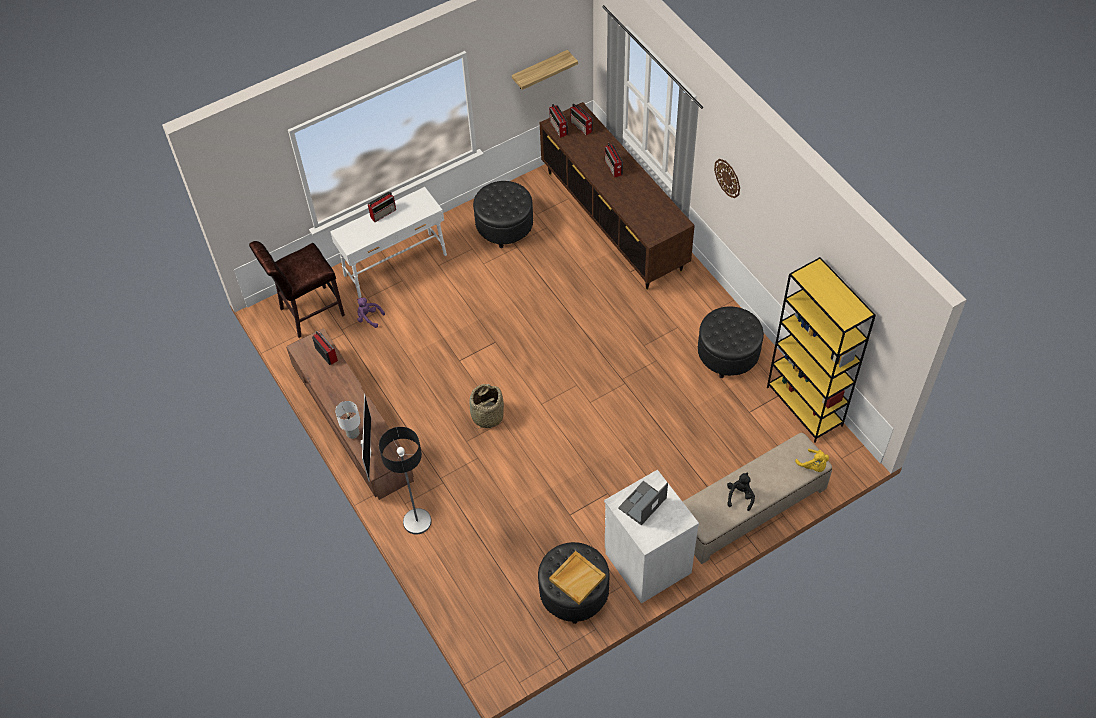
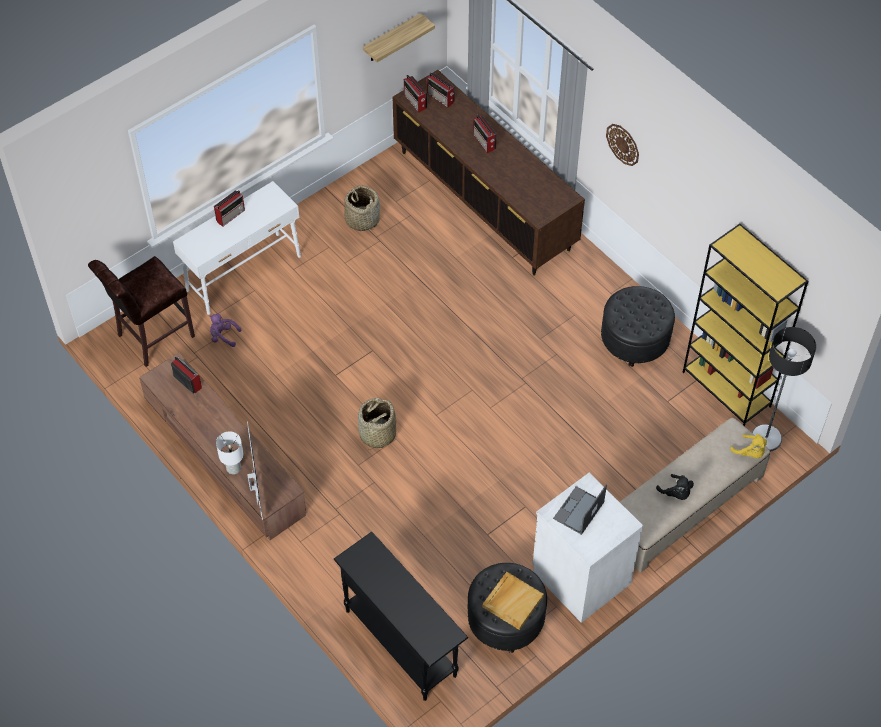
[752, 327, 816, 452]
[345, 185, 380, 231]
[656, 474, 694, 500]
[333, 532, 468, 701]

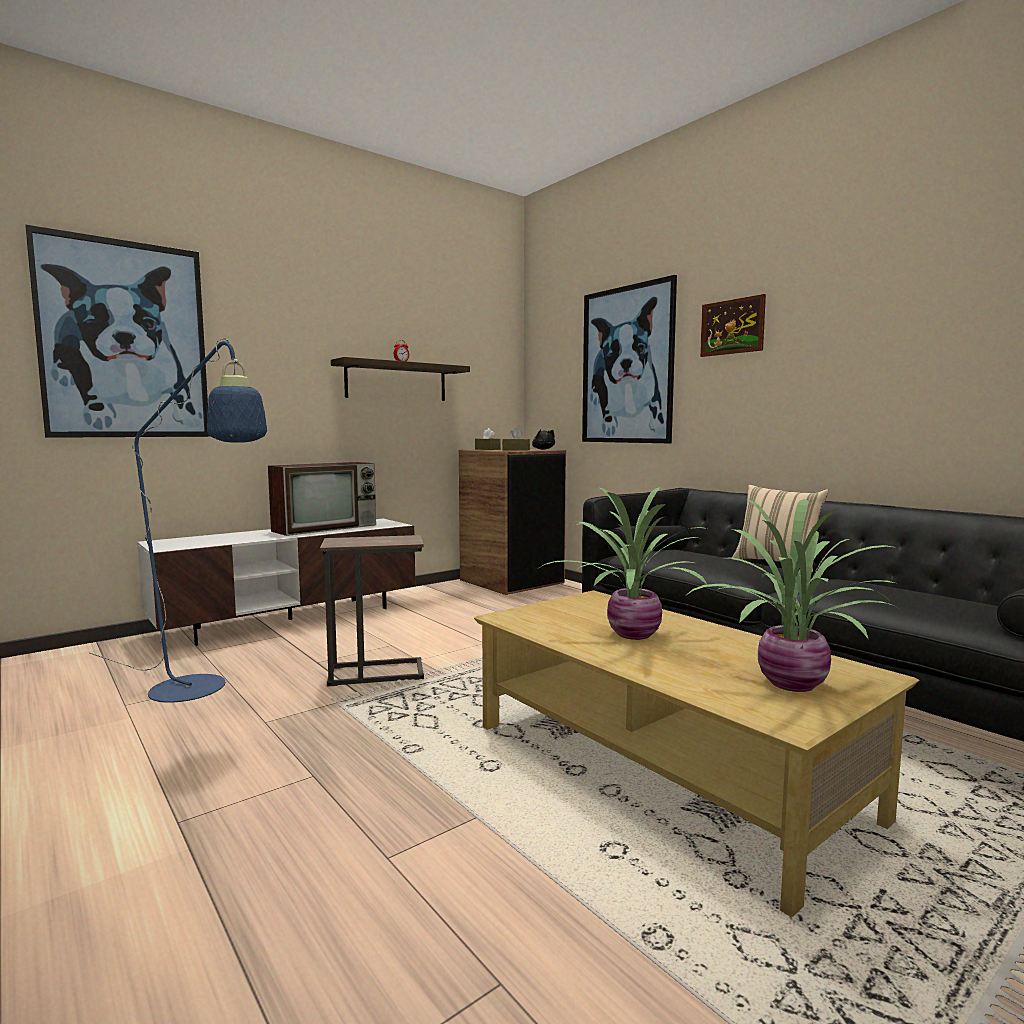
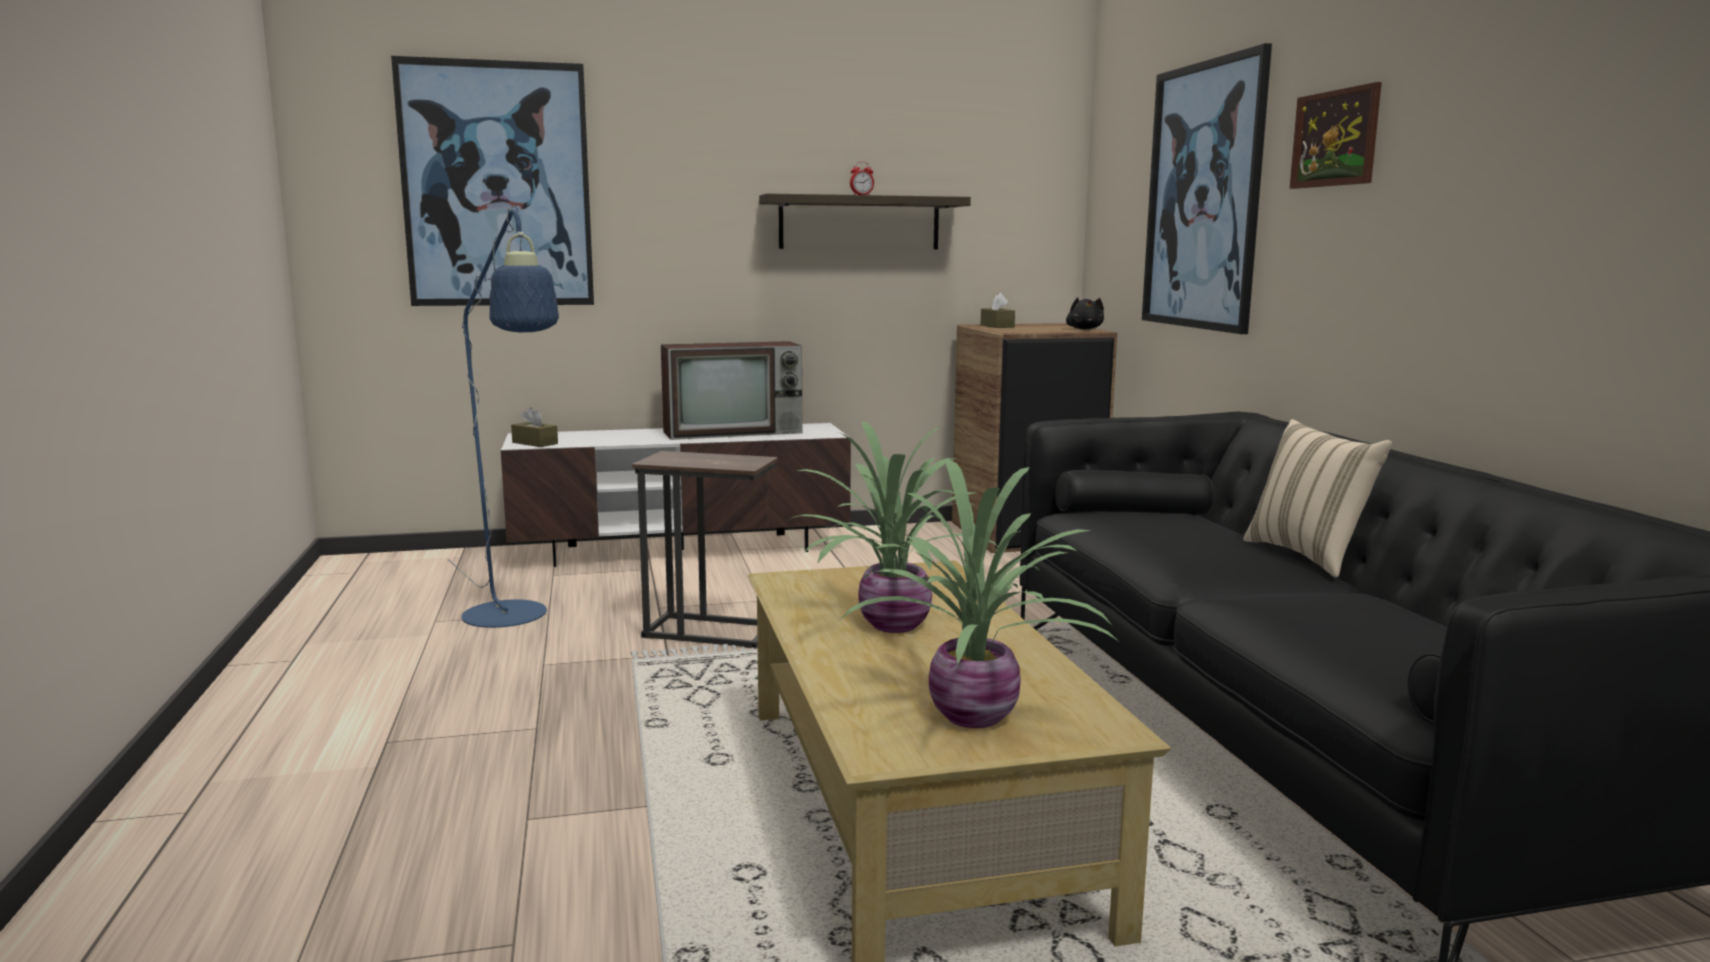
[511, 407, 558, 447]

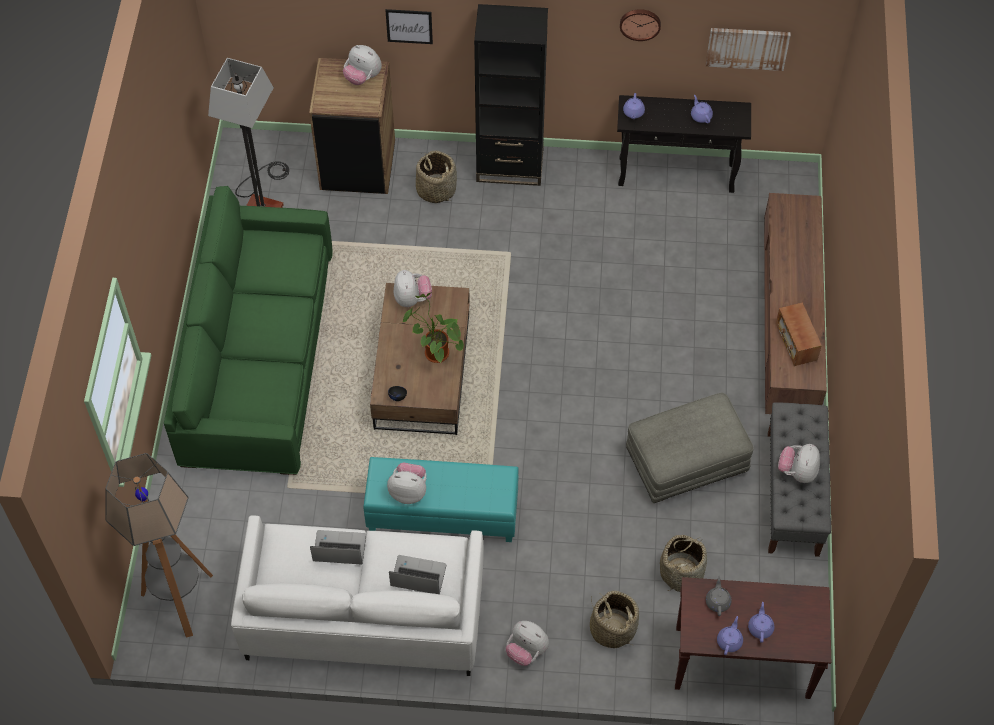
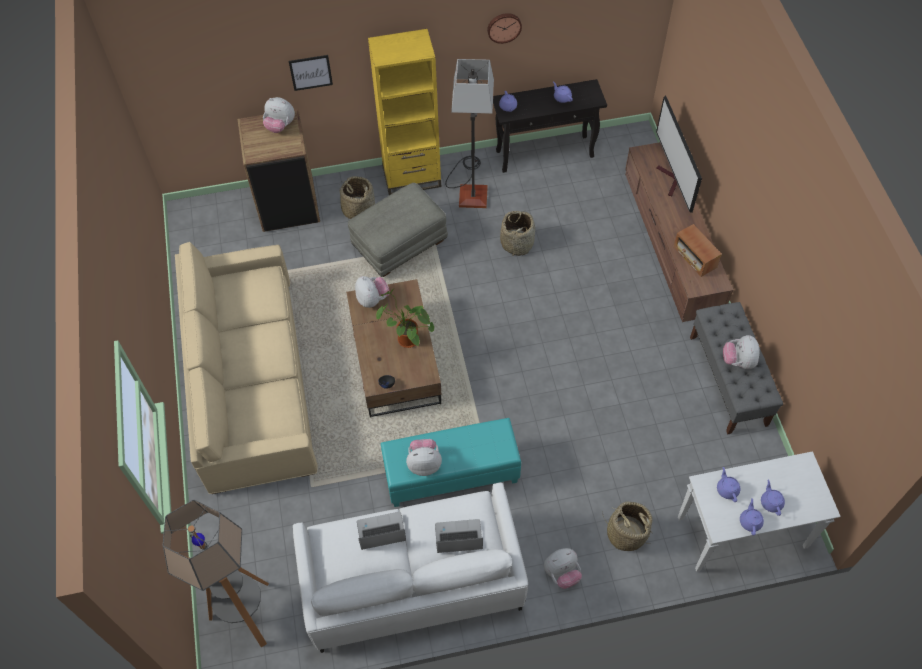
[175, 242, 318, 494]
[445, 59, 494, 208]
[368, 29, 441, 195]
[544, 548, 582, 589]
[348, 183, 448, 277]
[500, 211, 535, 256]
[678, 451, 841, 572]
[706, 28, 791, 71] (first image)
[717, 467, 740, 502]
[656, 96, 702, 213]

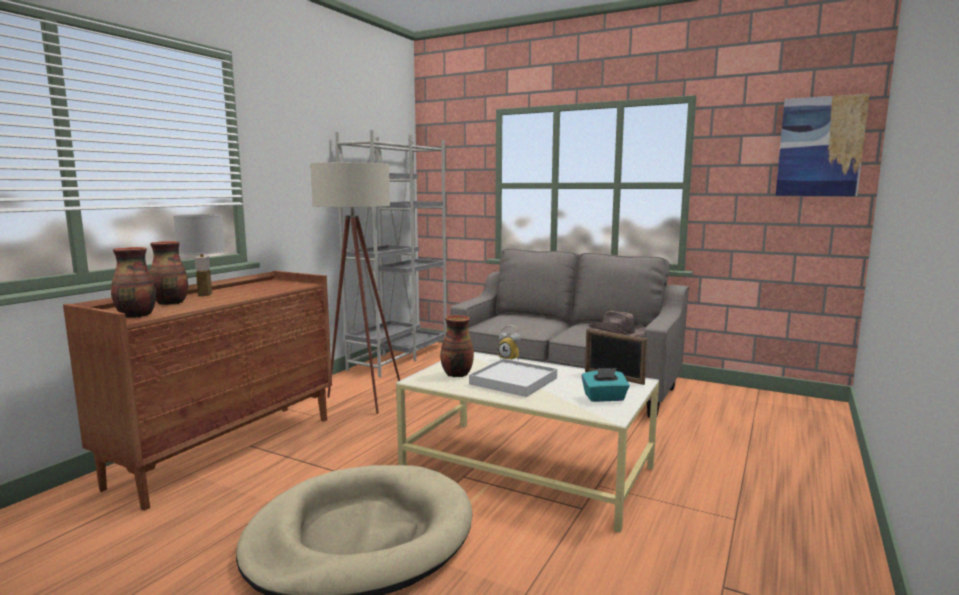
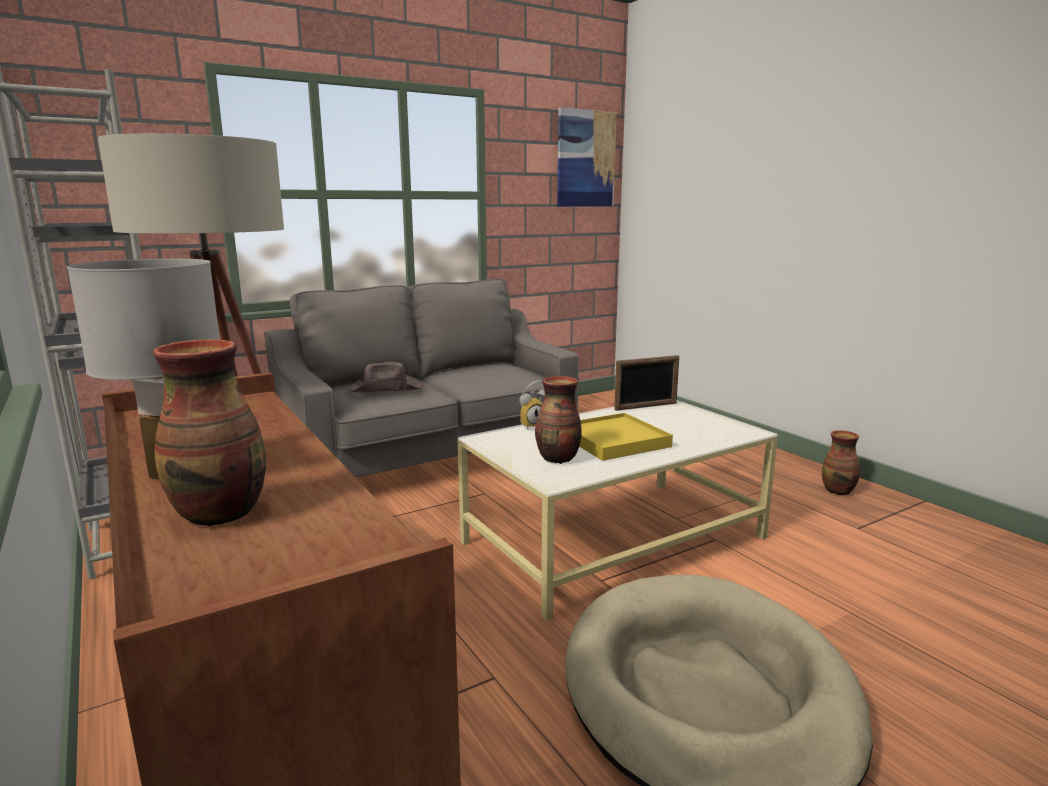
[822, 430, 860, 495]
[579, 413, 673, 461]
[581, 368, 630, 402] (first image)
[347, 362, 423, 393]

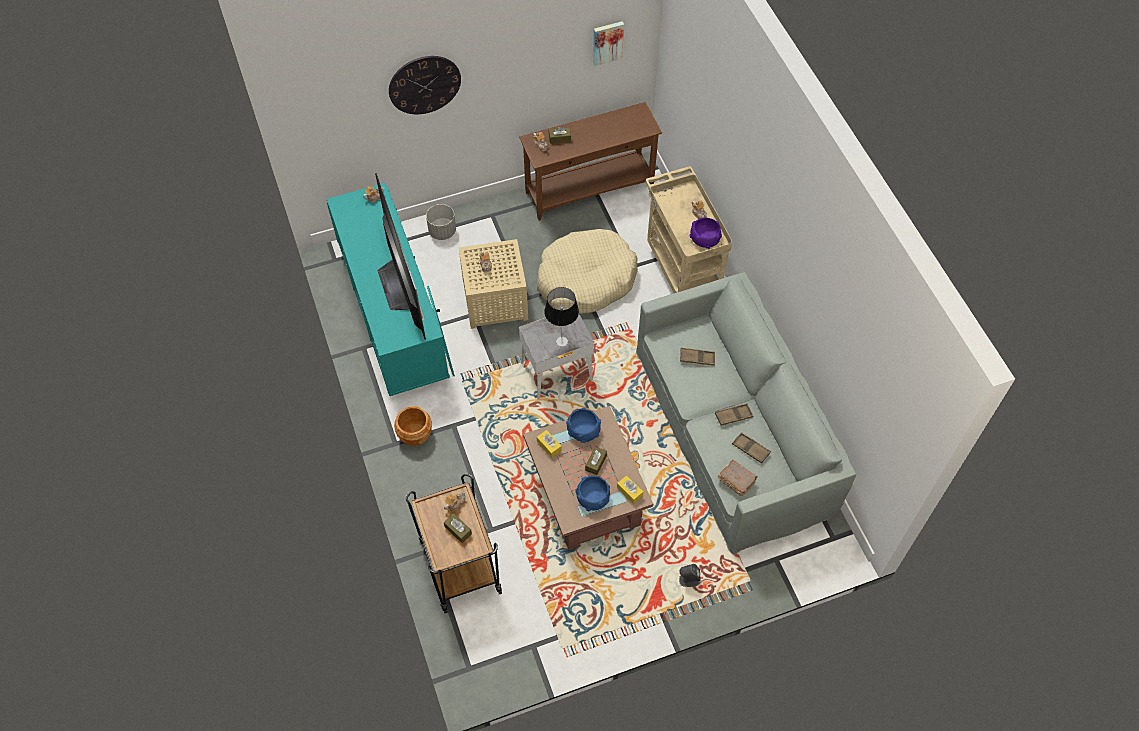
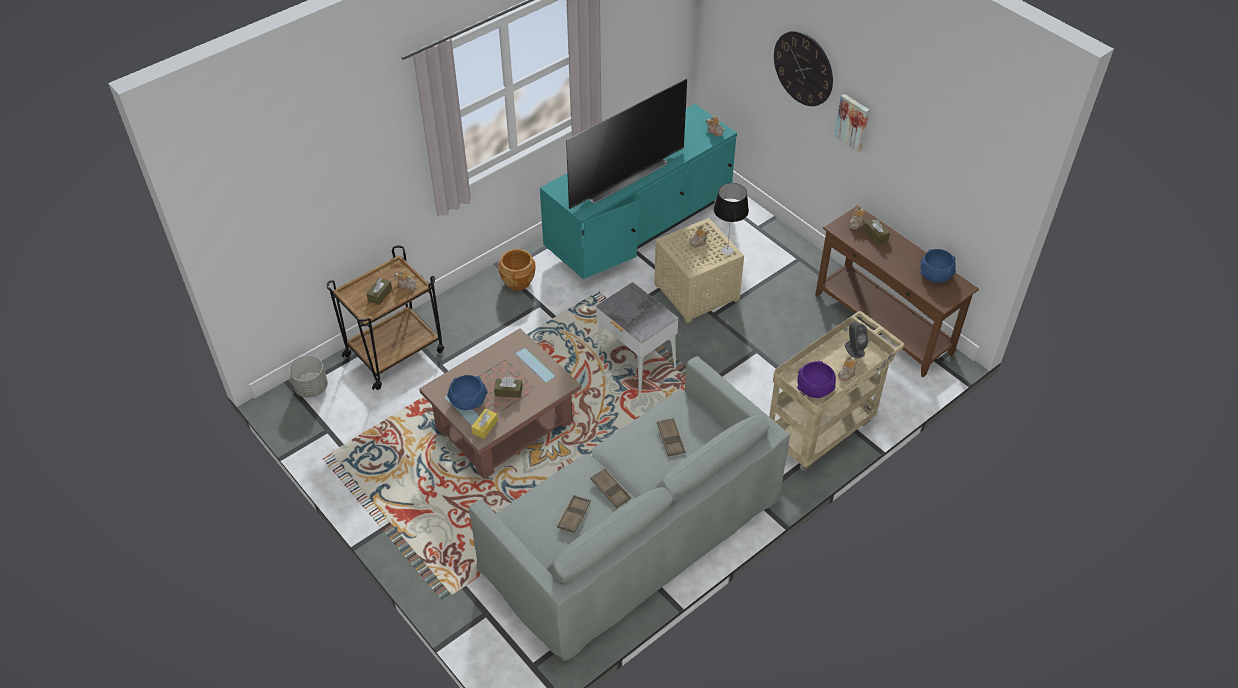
[289, 355, 328, 398]
[537, 229, 638, 314] (first image)
[537, 430, 561, 458] (first image)
[714, 183, 749, 255]
[920, 249, 956, 283]
[834, 94, 870, 152]
[845, 322, 868, 358]
[718, 460, 758, 496] (first image)

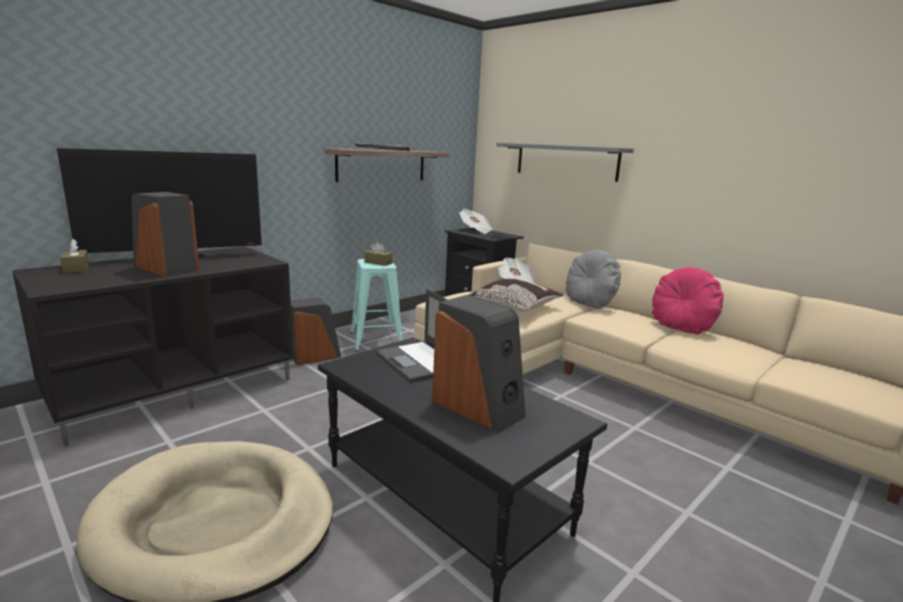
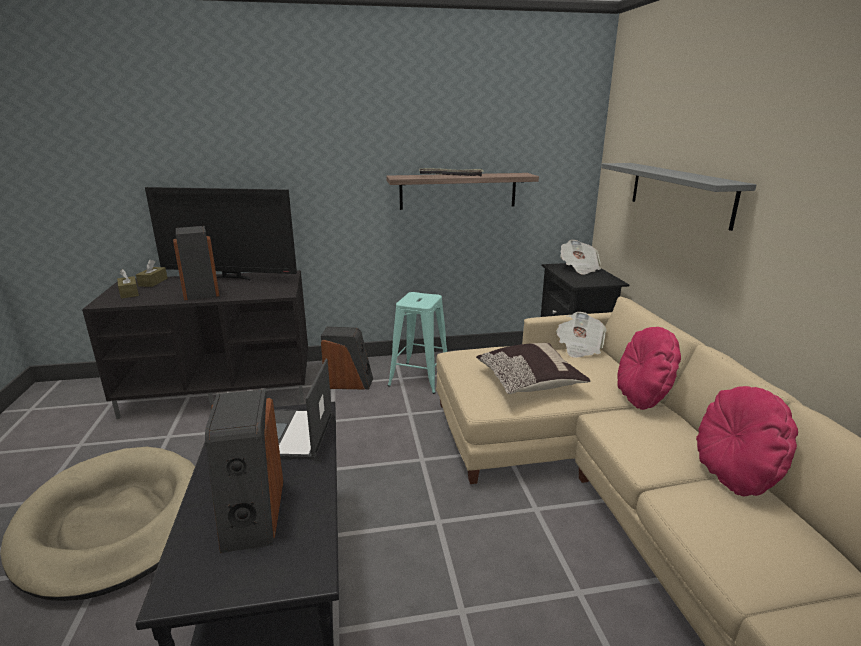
[117, 269, 139, 299]
[617, 327, 681, 410]

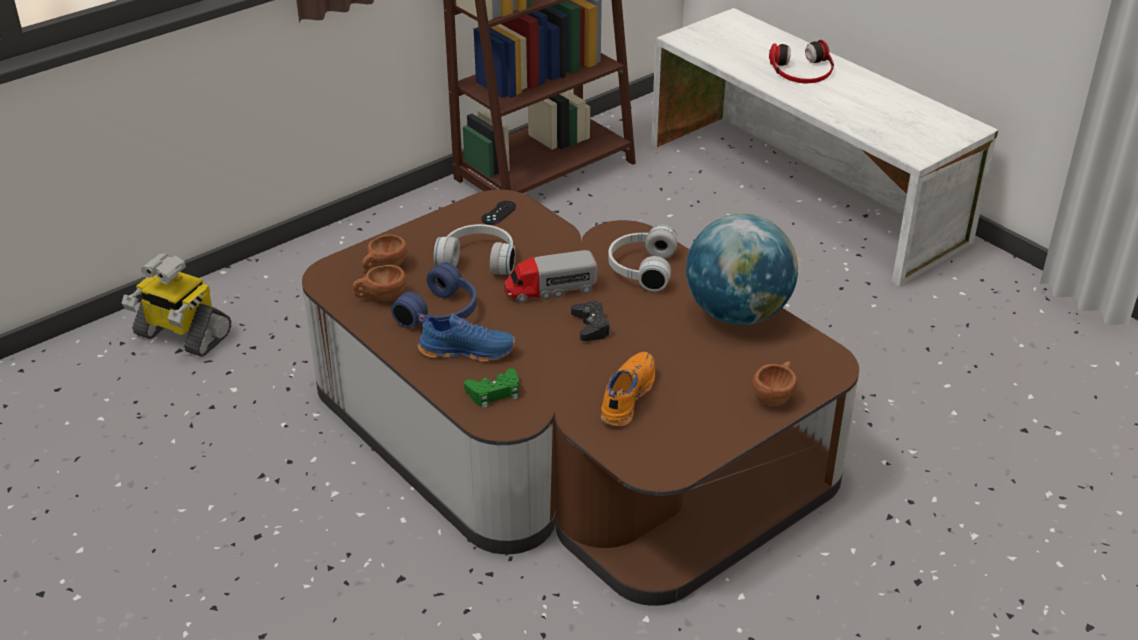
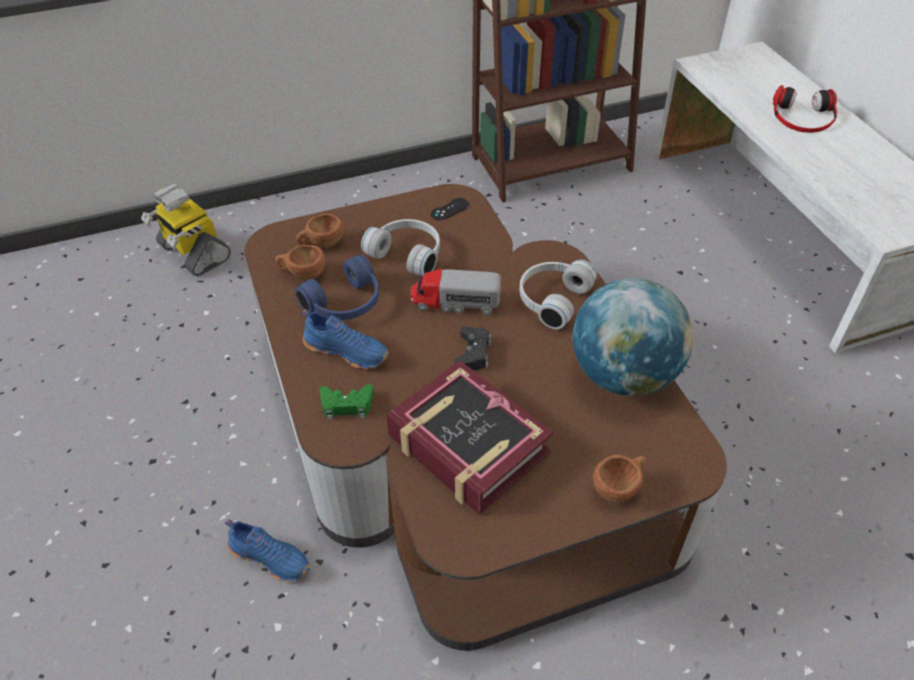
[386, 361, 553, 514]
[225, 519, 309, 582]

